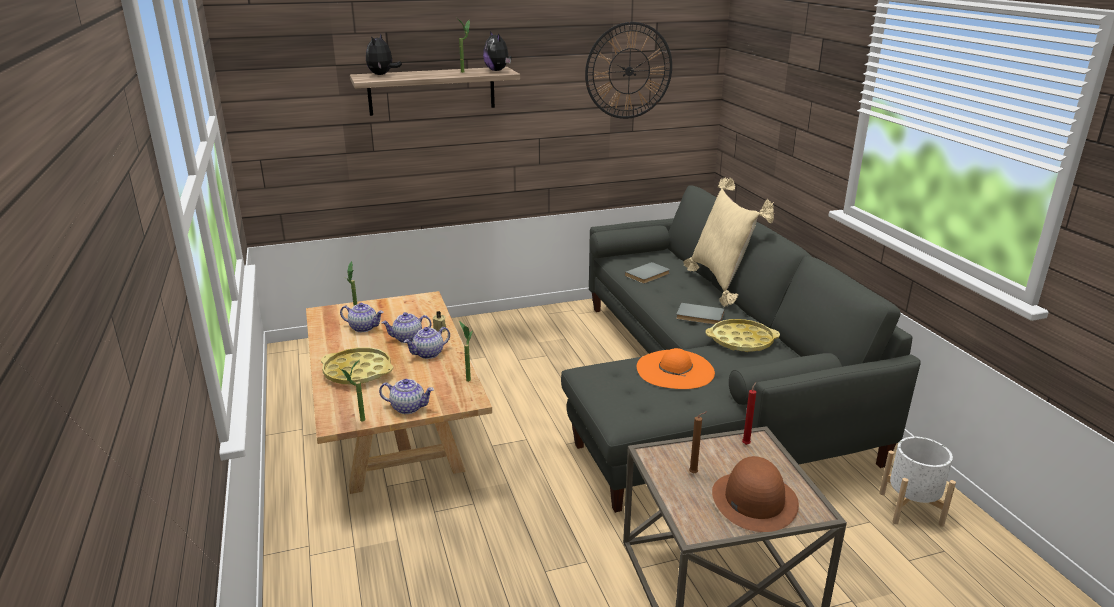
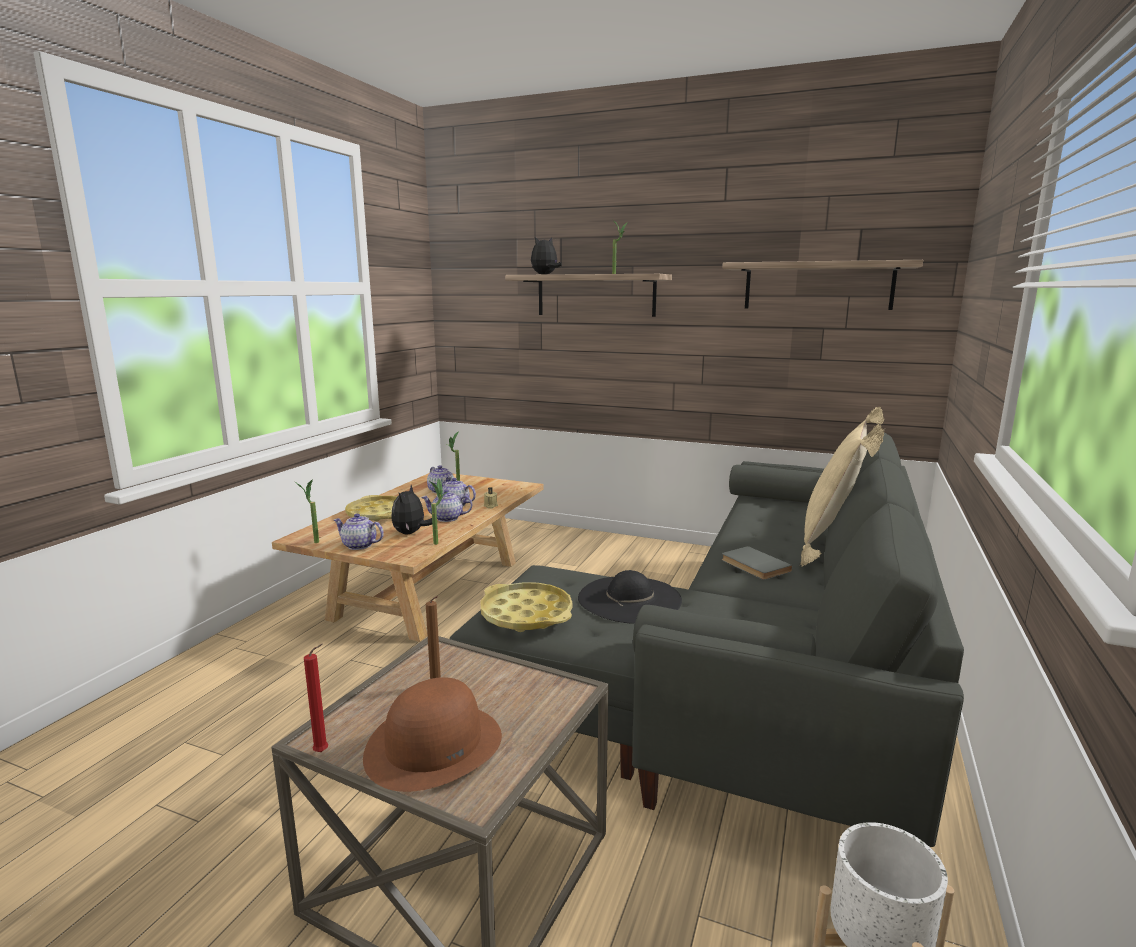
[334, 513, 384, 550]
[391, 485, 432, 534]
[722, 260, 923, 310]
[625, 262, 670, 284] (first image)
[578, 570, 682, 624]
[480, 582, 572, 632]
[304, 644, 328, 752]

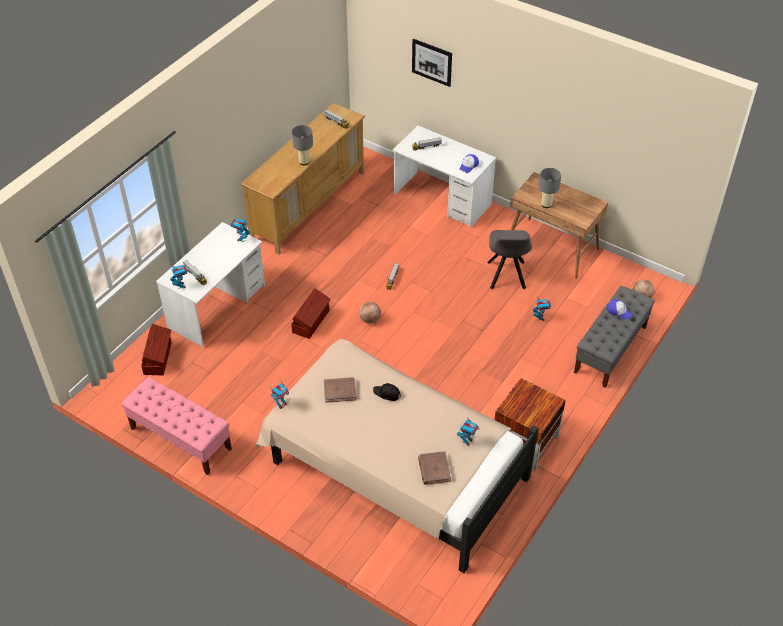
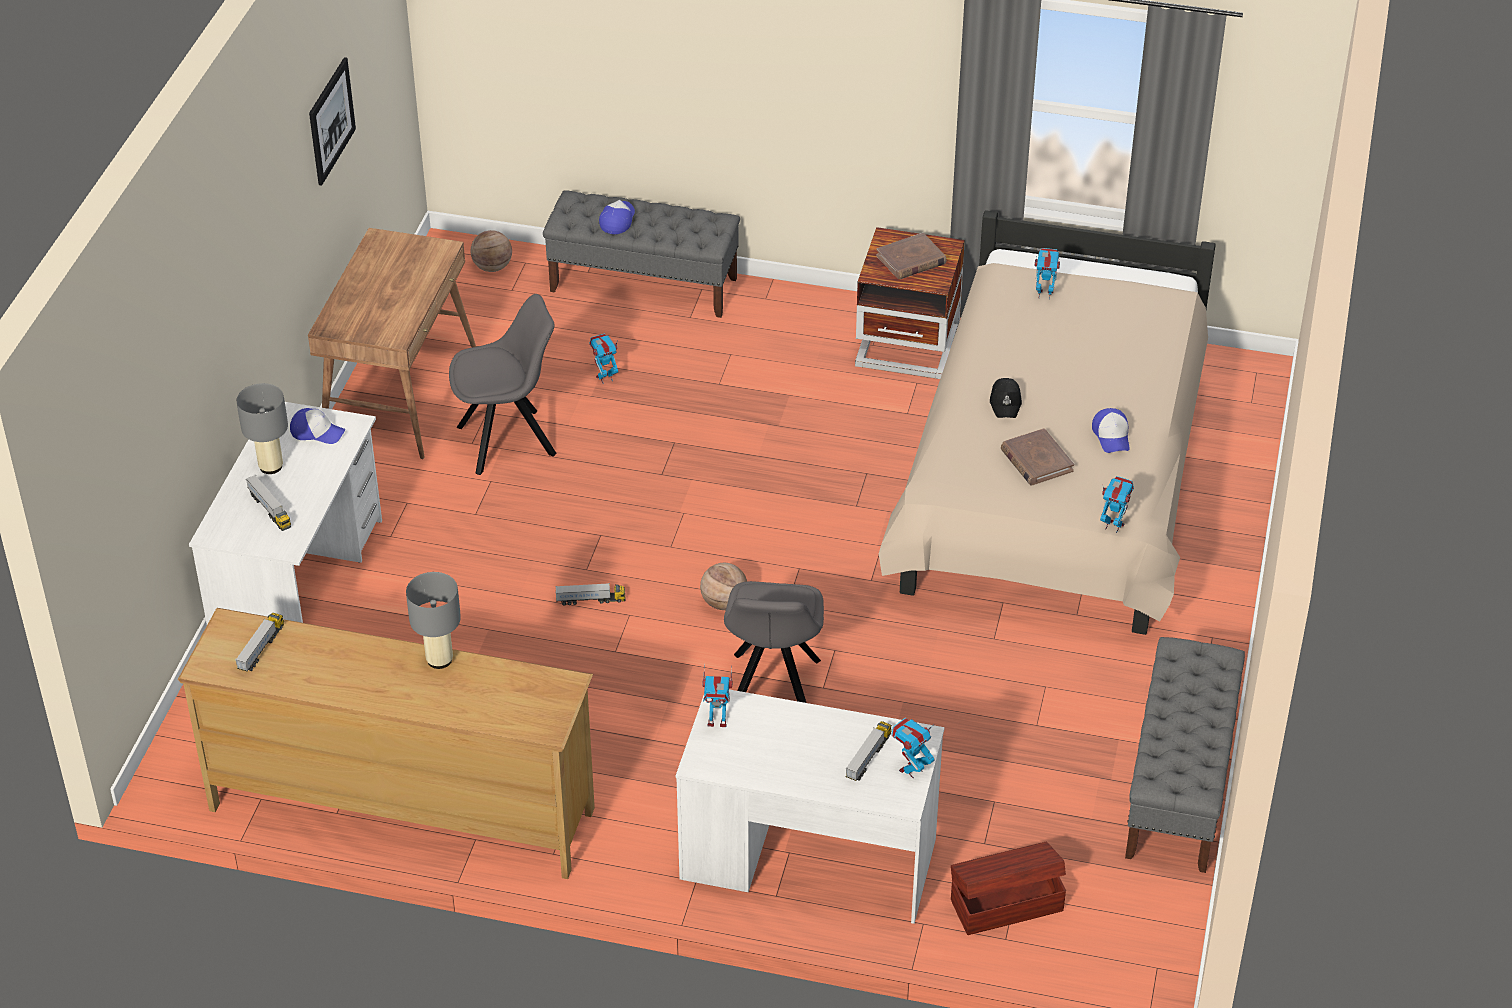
[1125, 637, 1245, 873]
[724, 581, 824, 703]
[309, 57, 356, 185]
[876, 233, 947, 279]
[237, 383, 288, 474]
[1092, 408, 1129, 453]

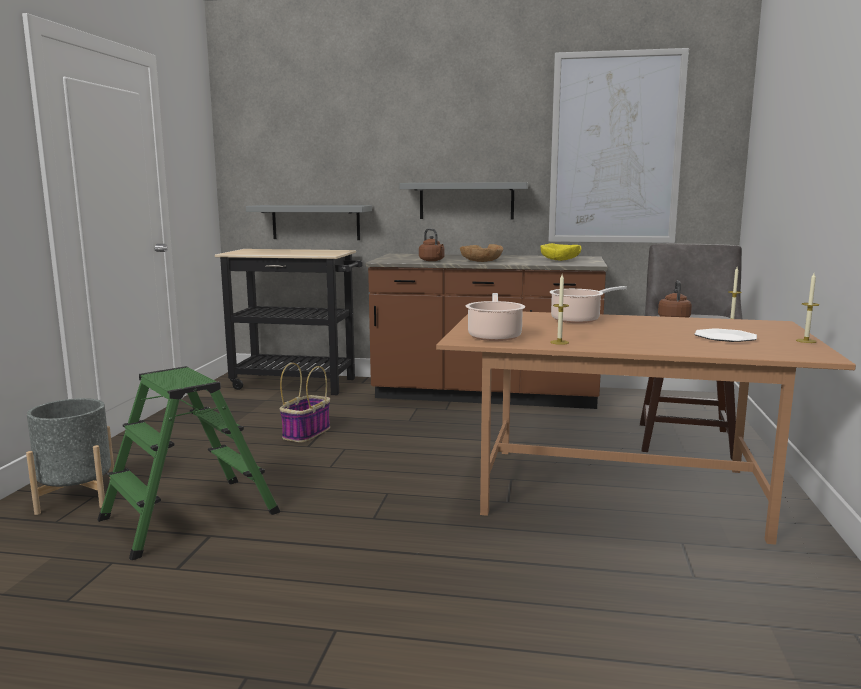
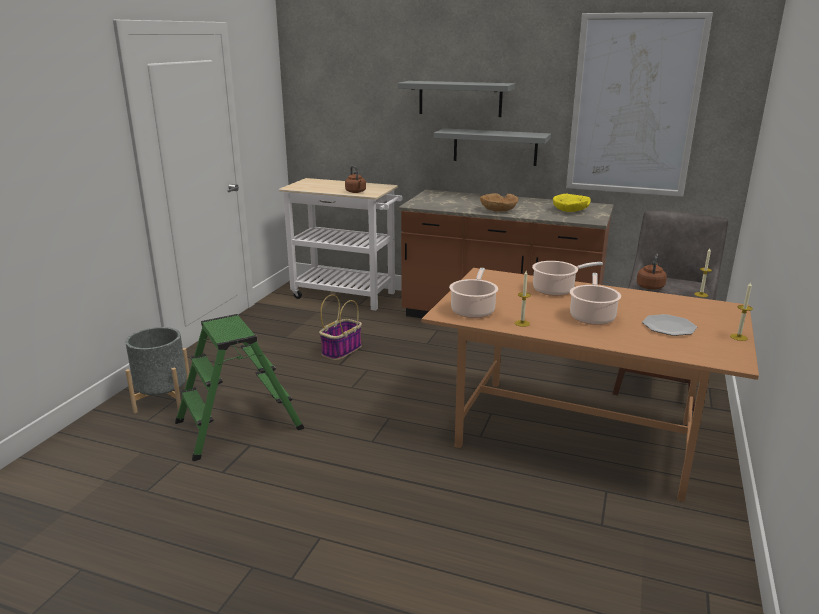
[279, 178, 402, 311]
[397, 81, 515, 117]
[345, 165, 366, 193]
[570, 273, 621, 325]

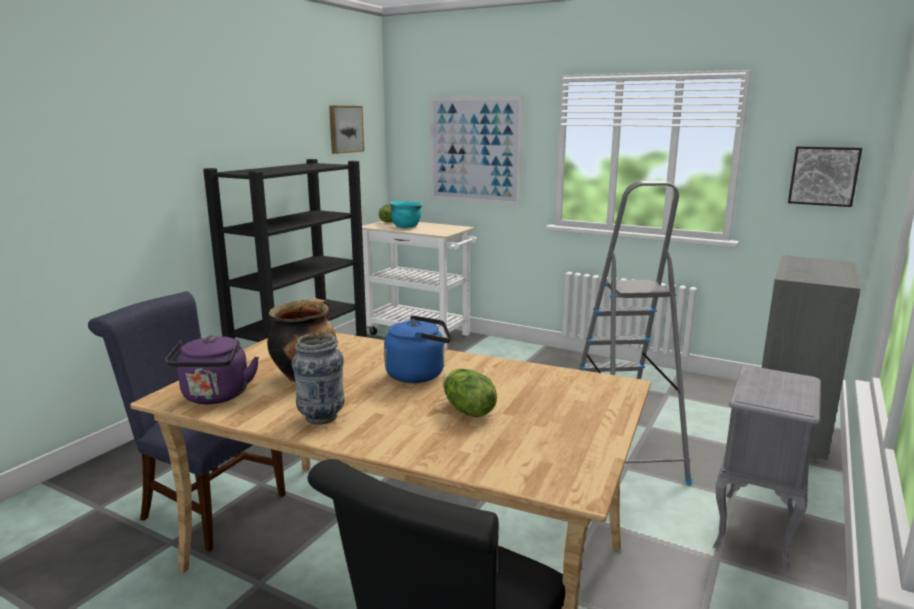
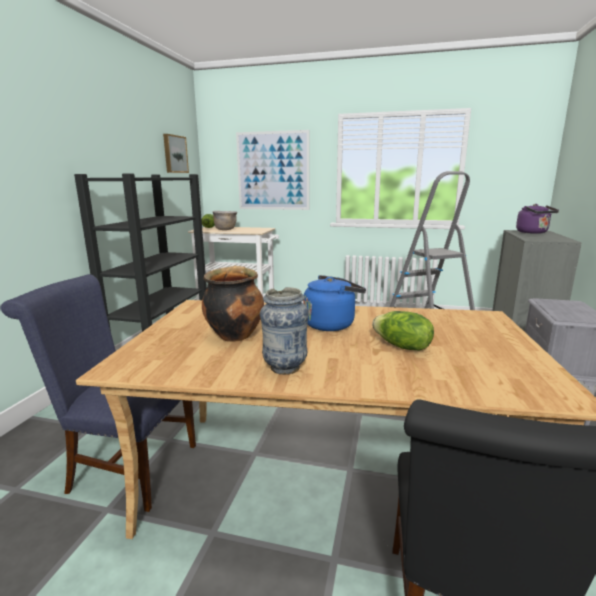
[516, 204, 559, 234]
[212, 211, 237, 230]
[788, 146, 862, 207] (first image)

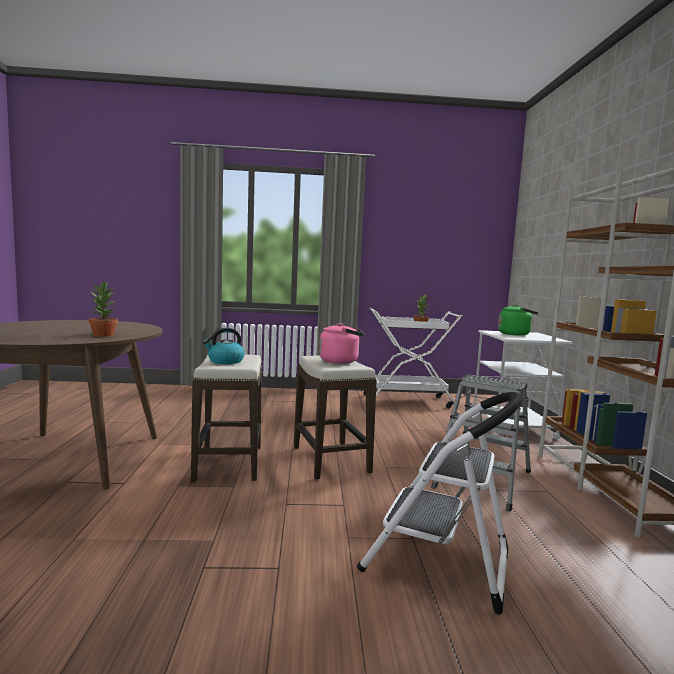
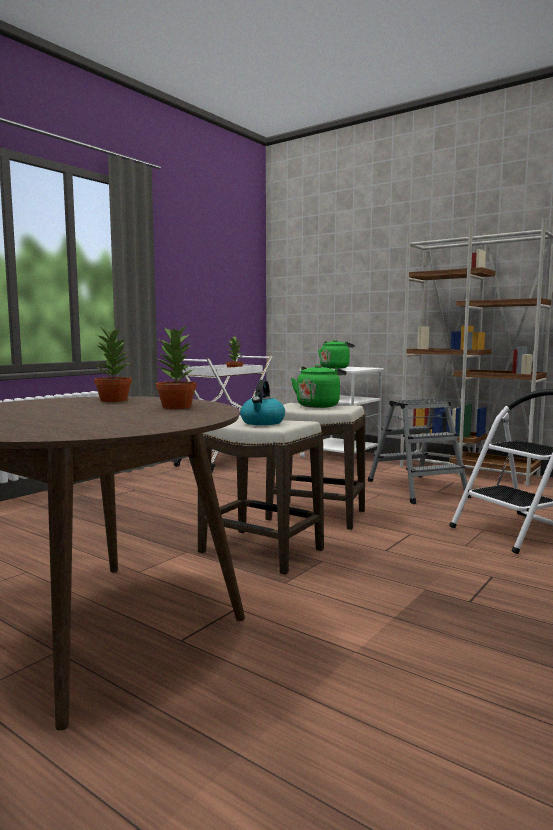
[291, 364, 346, 408]
[94, 326, 133, 402]

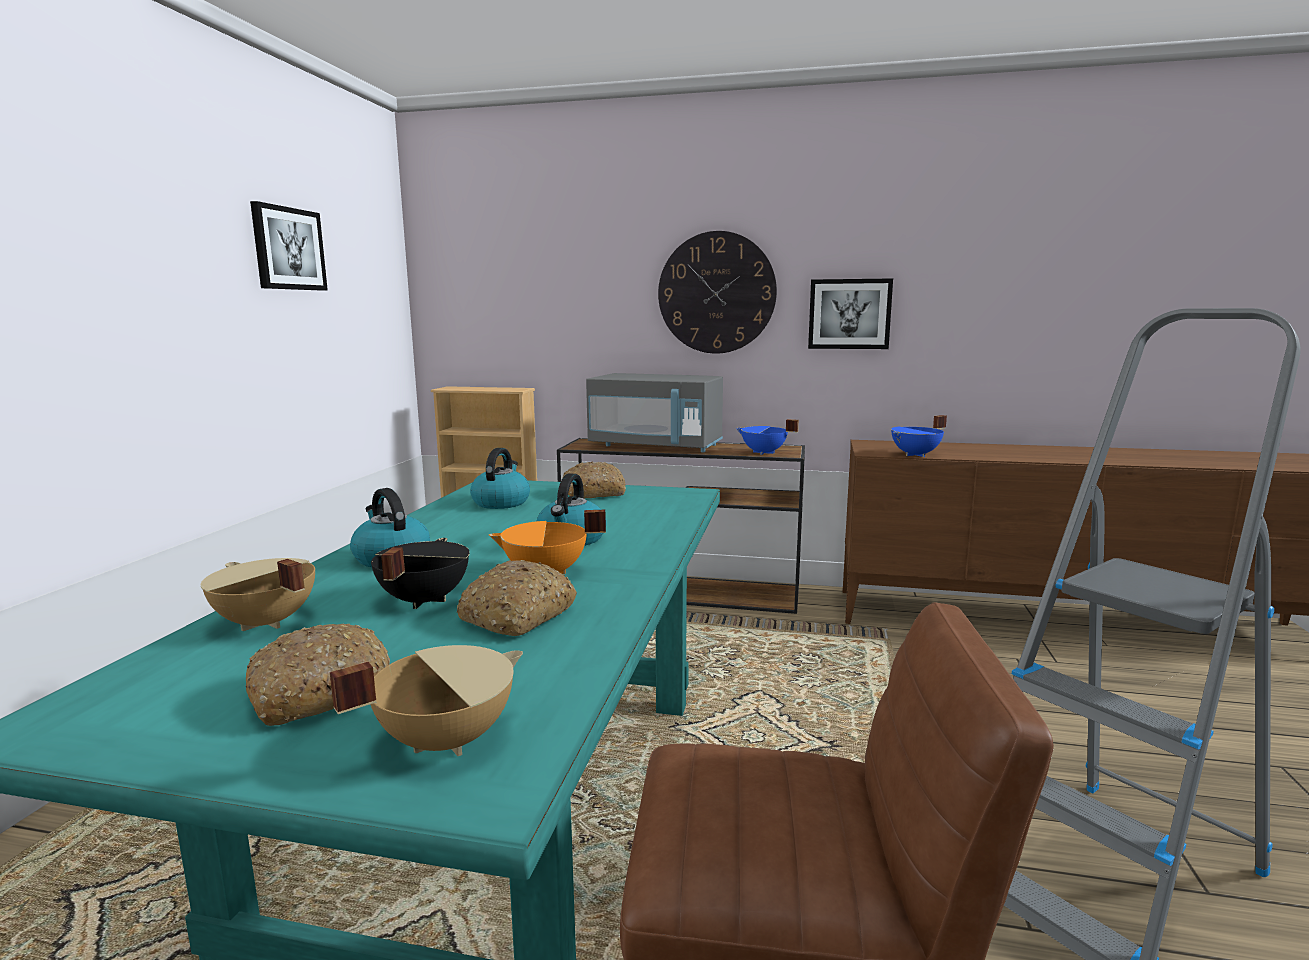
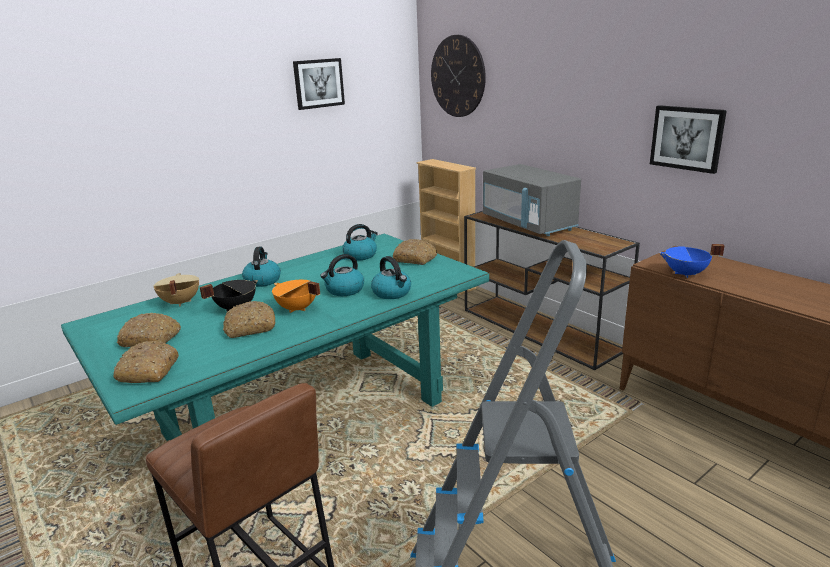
[113, 341, 179, 383]
[431, 35, 486, 117]
[736, 419, 799, 455] (first image)
[371, 256, 411, 299]

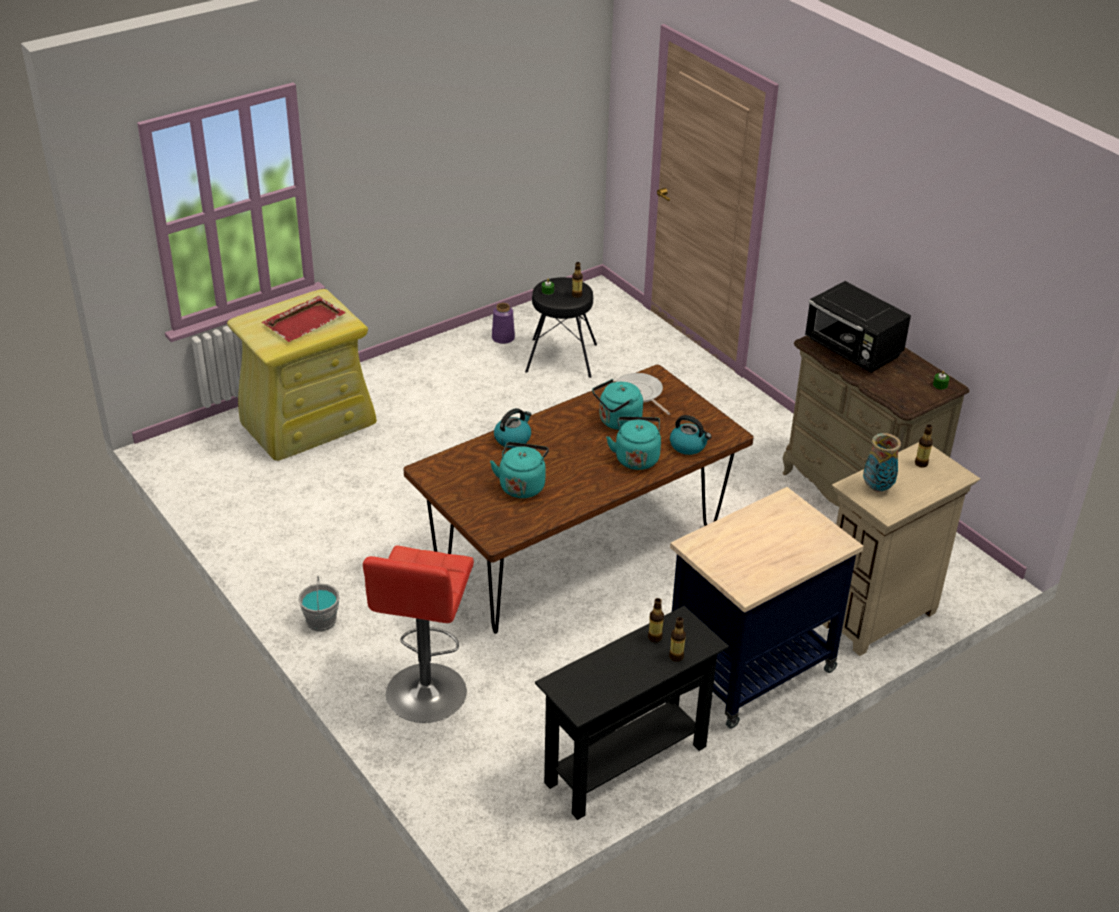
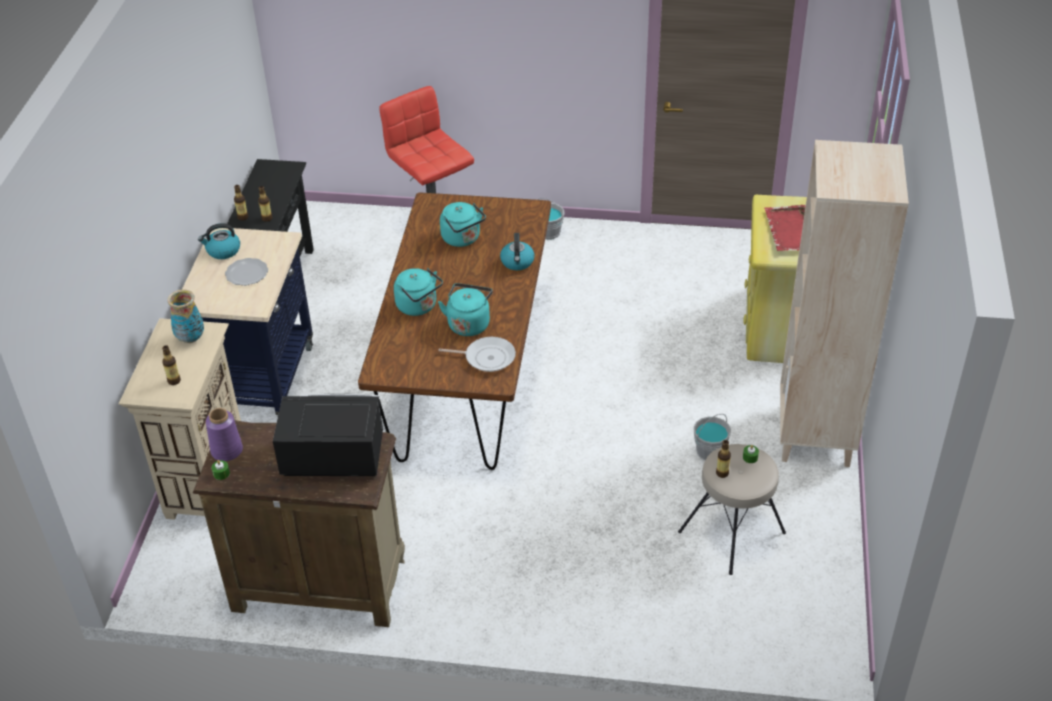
[206, 408, 243, 461]
[678, 444, 786, 575]
[198, 223, 240, 259]
[225, 258, 268, 286]
[693, 414, 731, 460]
[780, 140, 909, 467]

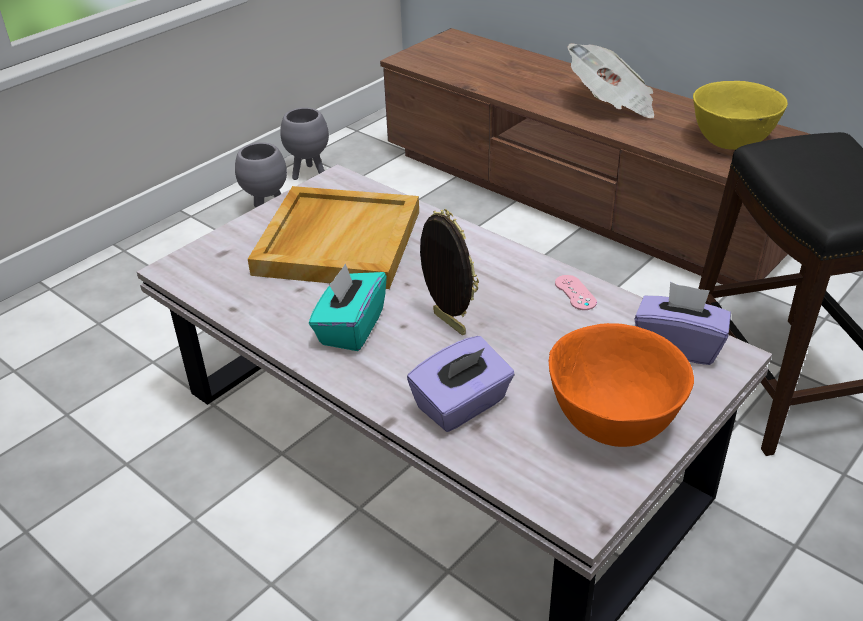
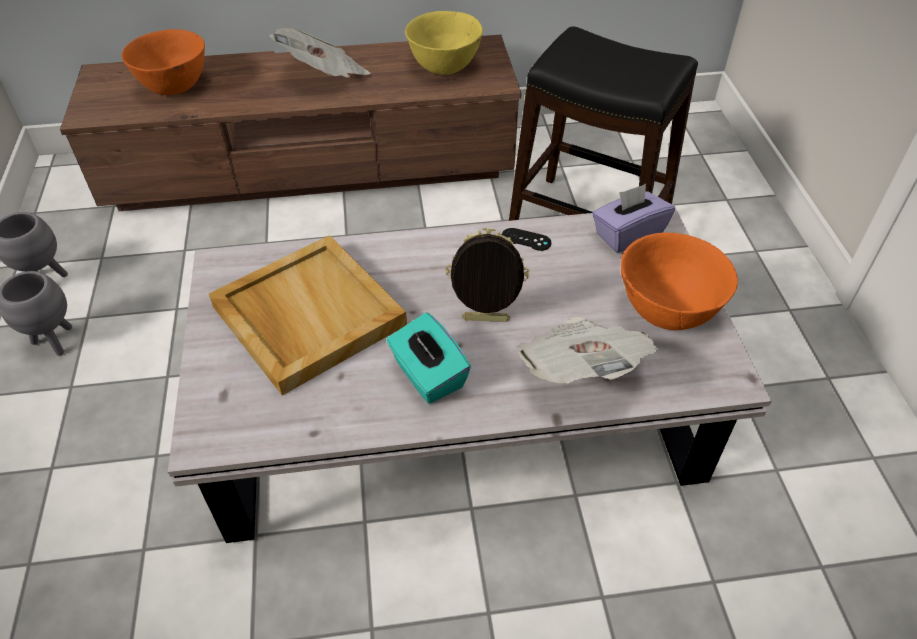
[517, 317, 658, 384]
[502, 228, 551, 251]
[122, 29, 205, 95]

